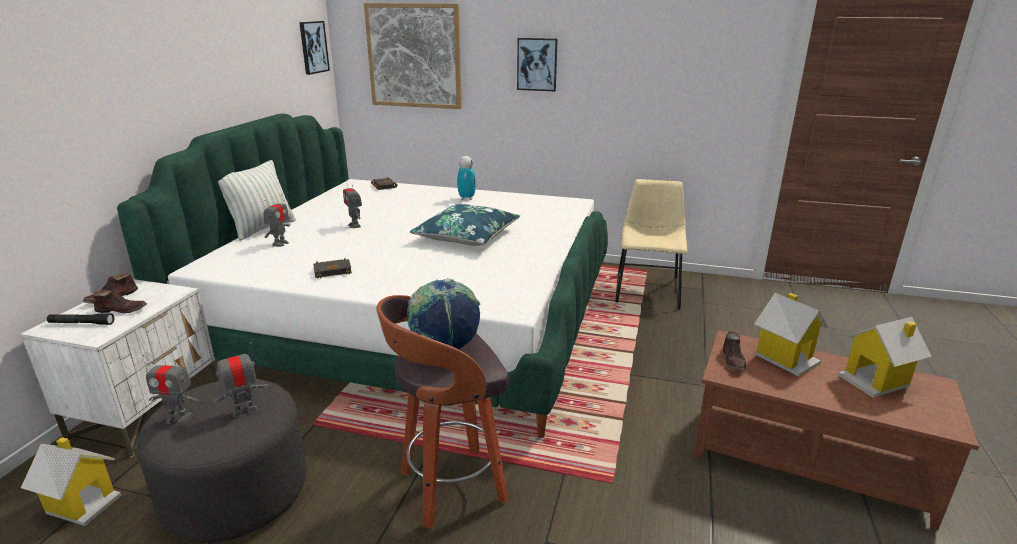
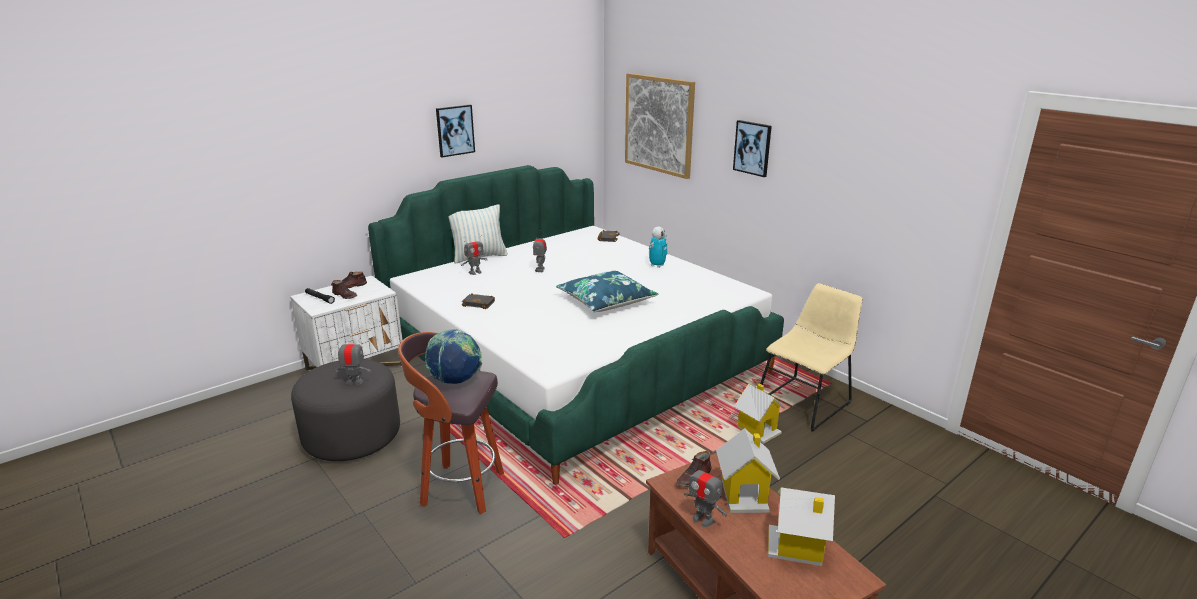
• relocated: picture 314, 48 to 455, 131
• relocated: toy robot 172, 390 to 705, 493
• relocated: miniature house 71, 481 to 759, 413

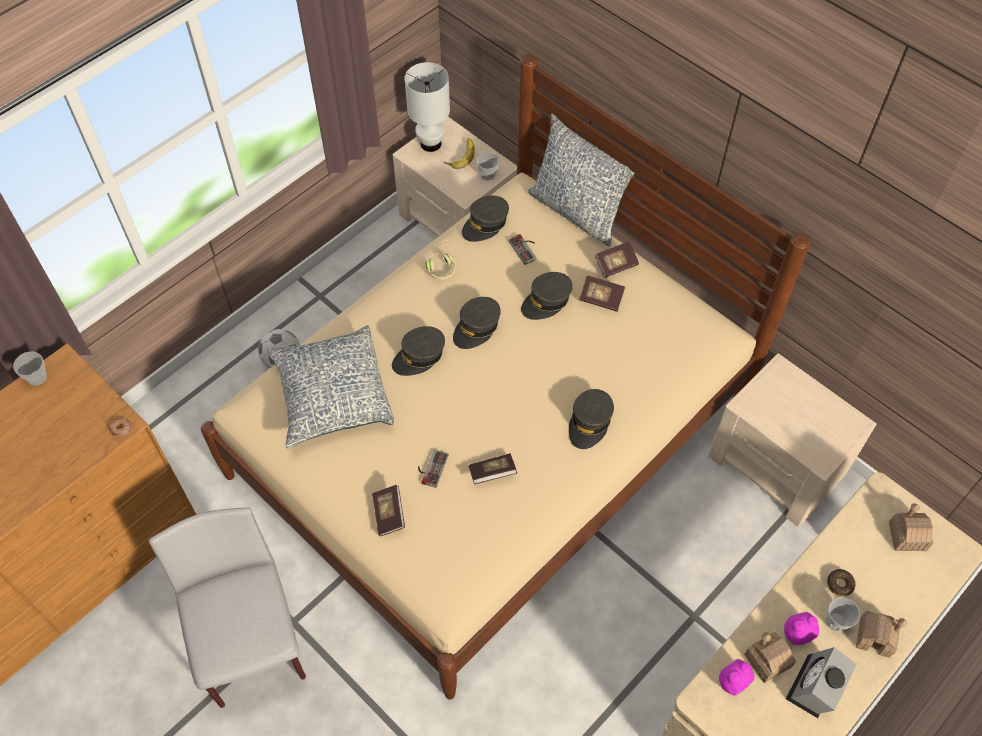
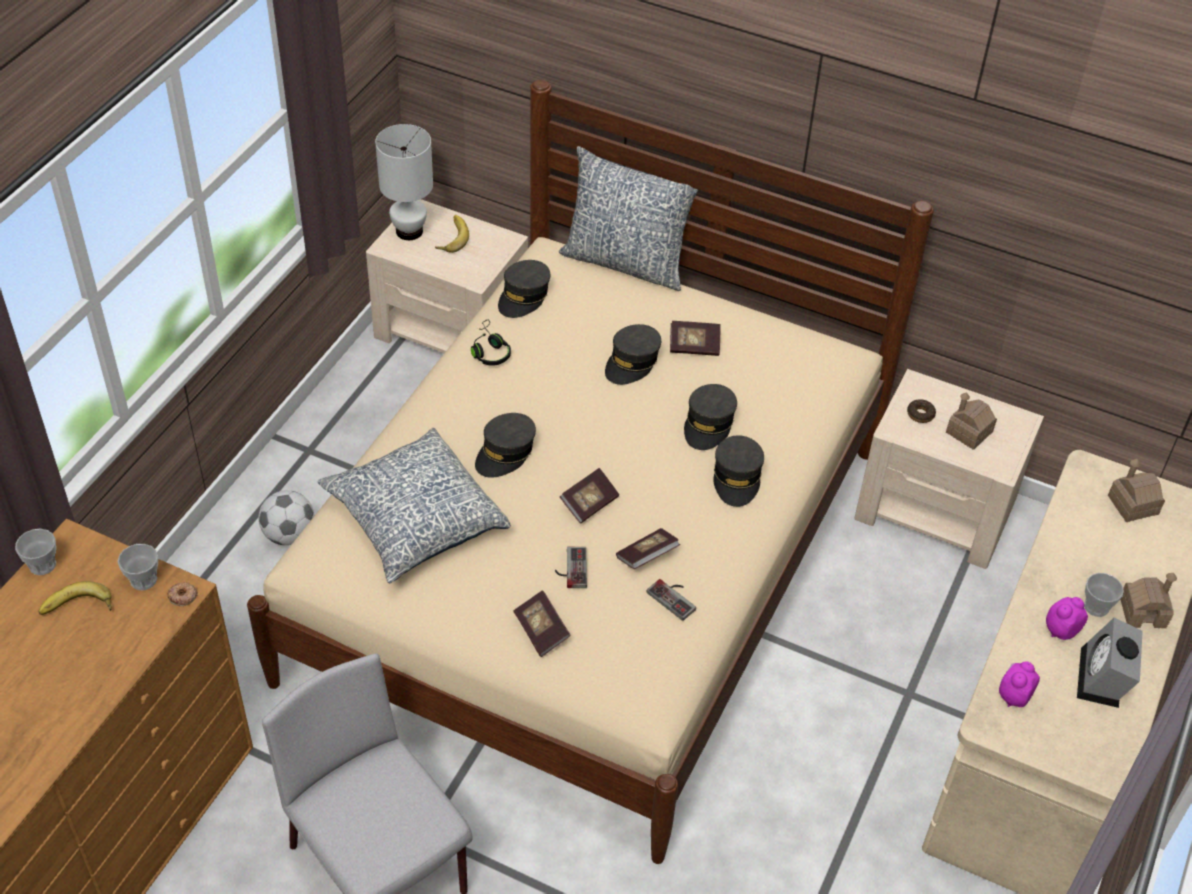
• relocated: cup 487, 166 to 138, 567
• relocated: joypad 523, 249 to 671, 600
• colour: beige-coloured headset 441, 260 to blackish headset 491, 343
• relocated: bound book 617, 259 to 589, 496
• relocated: gray peaked cap 477, 323 to 710, 417
• relocated: donut 841, 582 to 921, 411
• relocated: miniature house 770, 657 to 971, 421
• appeared: banana 75, 598

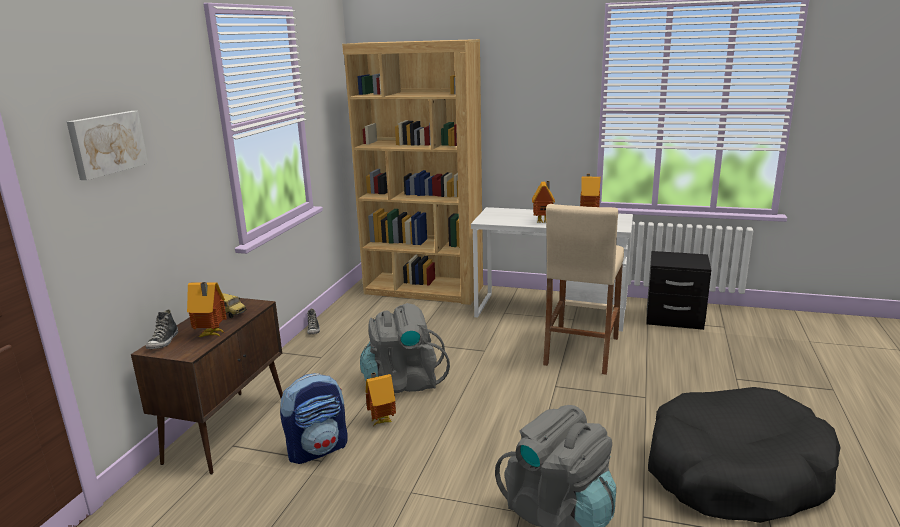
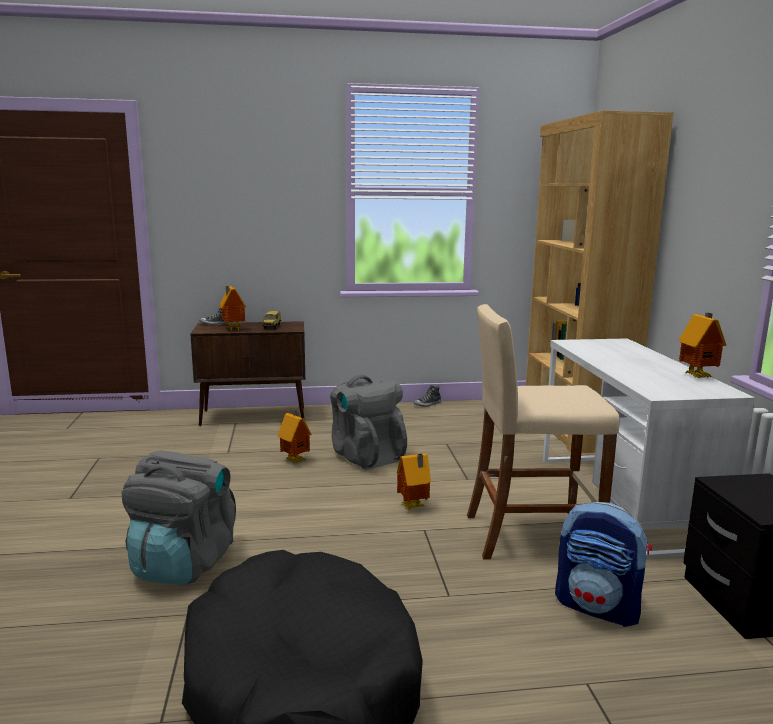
• missing: picture 107, 145
• relocated: miniature house 543, 202 to 414, 481
• relocated: backpack 313, 418 to 603, 564

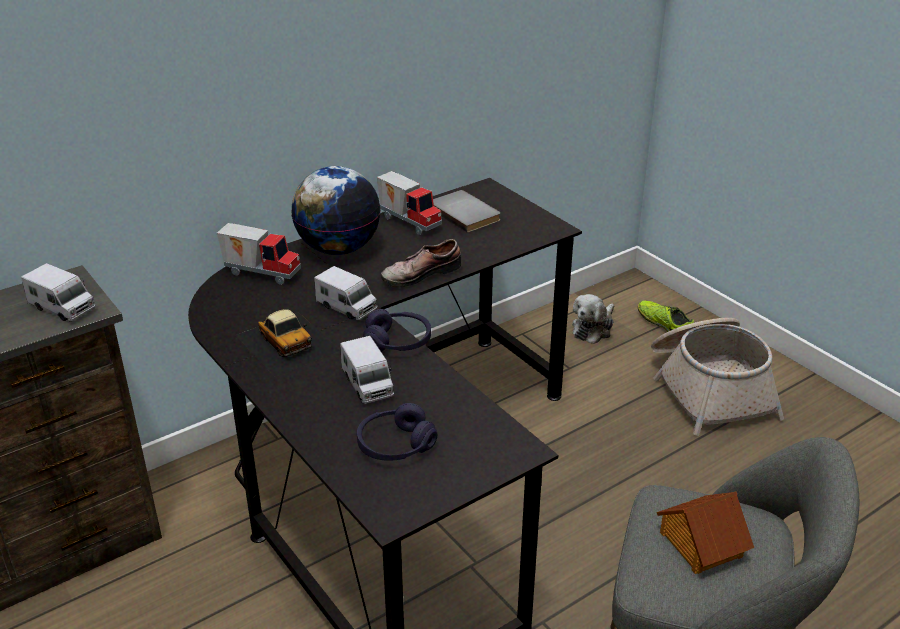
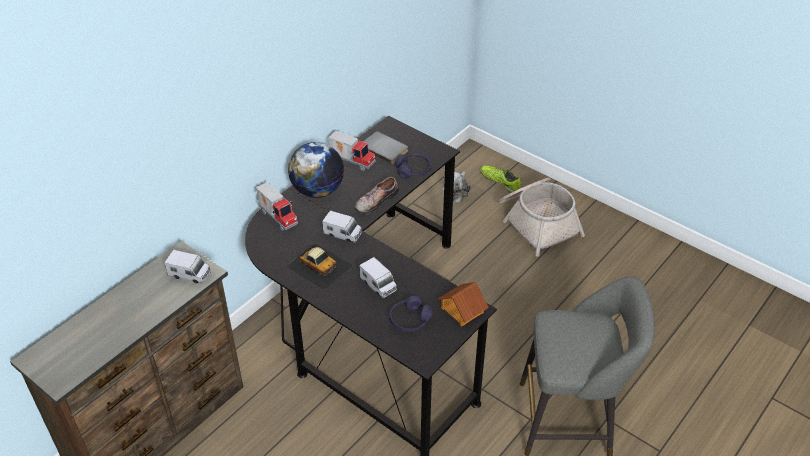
• spun: toy truck 259, 254 = 277, 206 45 degrees clockwise
• relocated: purple-coloured headset 397, 330 to 413, 166
• relocated: miniature house 705, 533 to 463, 304

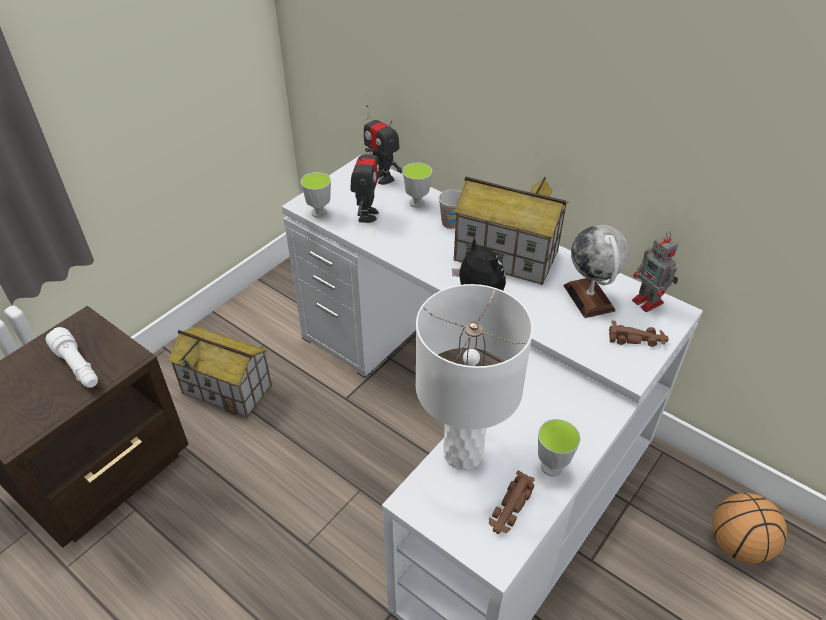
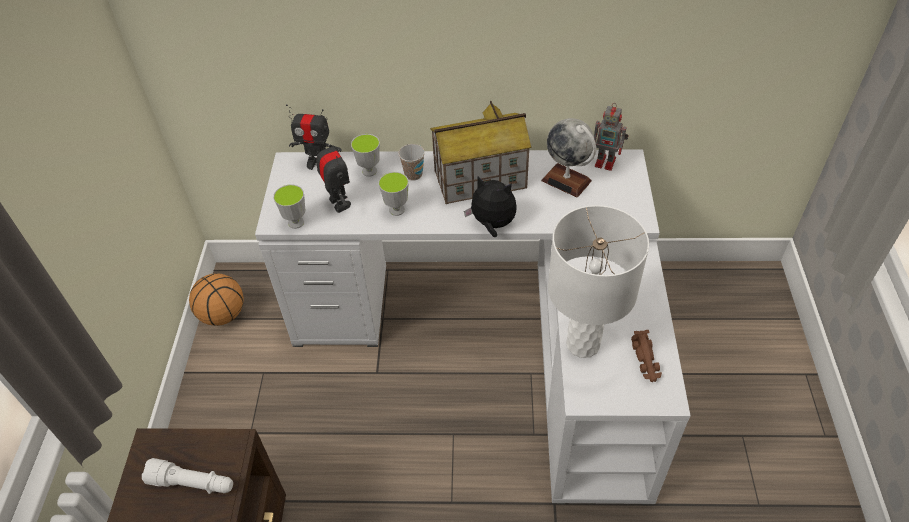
• missing: brown miniature car 639, 334
• missing: miniature house 220, 372
• relocated: cup 559, 447 to 393, 194
• relocated: ball for basketball 749, 528 to 216, 299

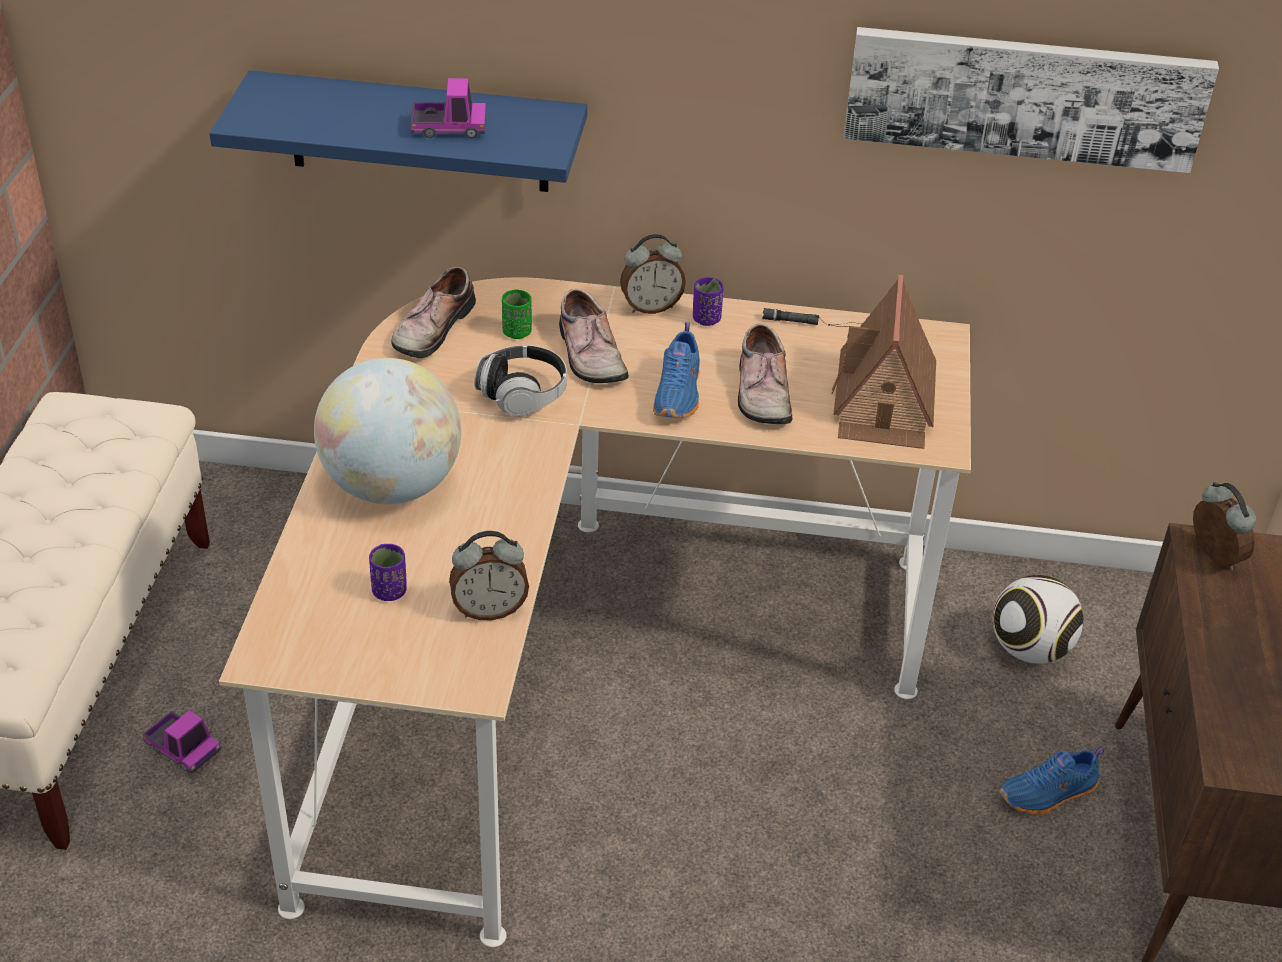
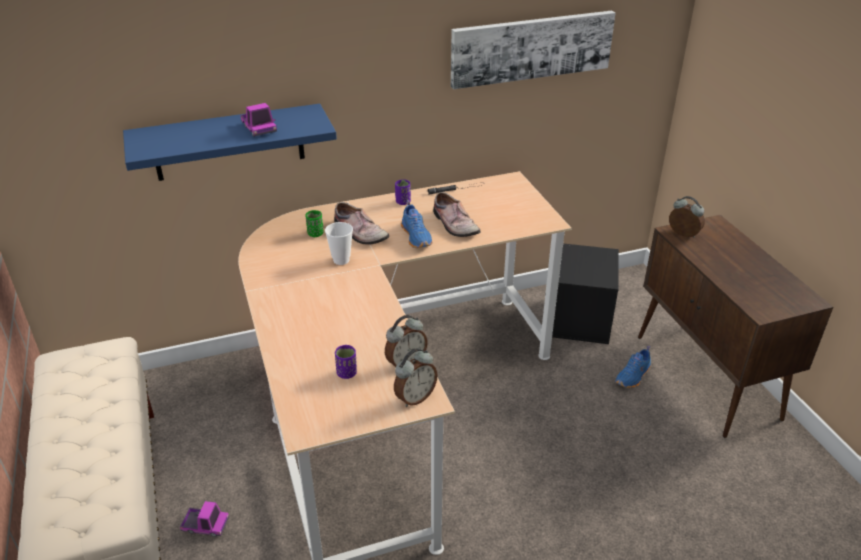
• spun: toy truck 448, 108 = 258, 120 90 degrees clockwise
• relocated: table clock 653, 274 to 416, 377
• missing: shoe 433, 312
• missing: miniature house 883, 362
• exchanged: headset 520, 381 to cup 339, 243
• missing: world globe 387, 431
• exchanged: ball for football 1038, 619 to blackish storage container 585, 293

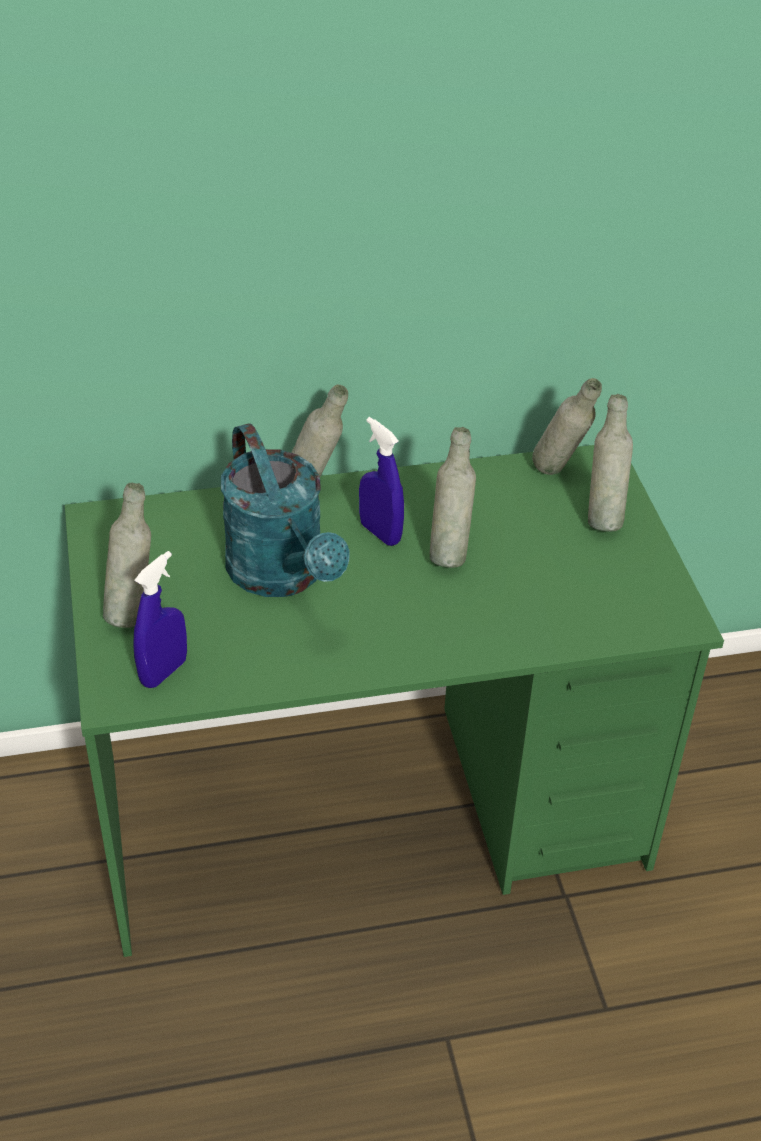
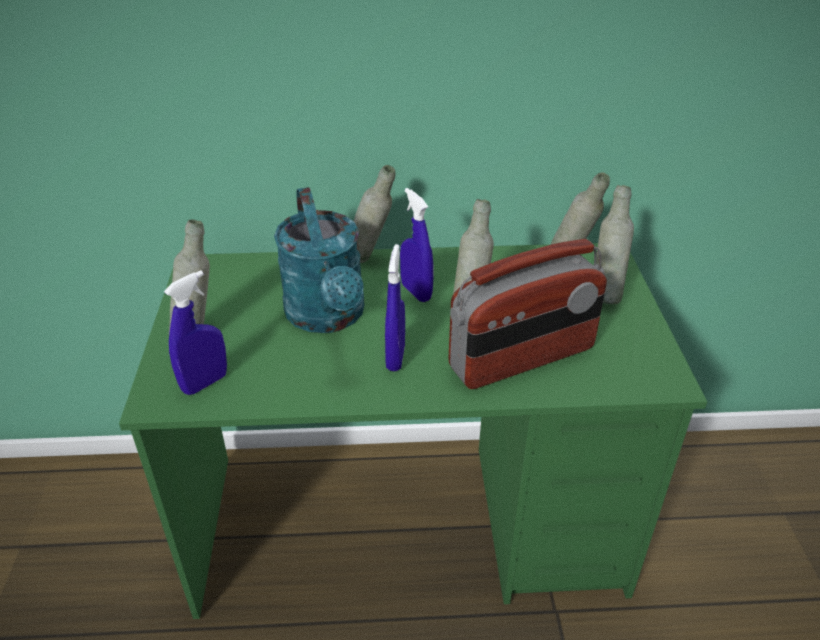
• appeared: radio set 528, 314
• appeared: blue-coloured sprayer 395, 307

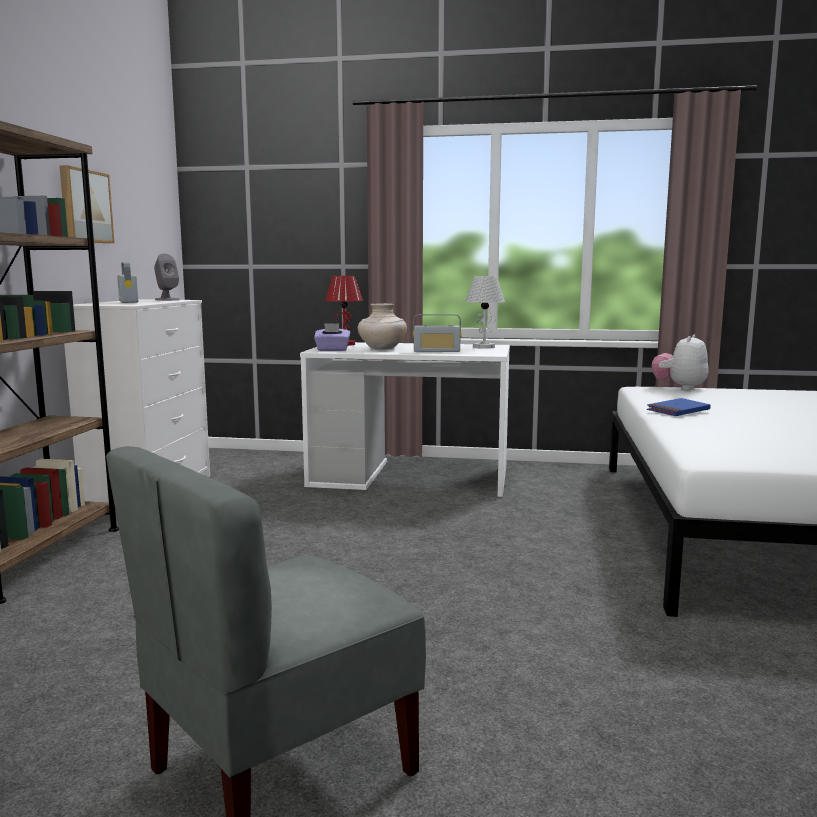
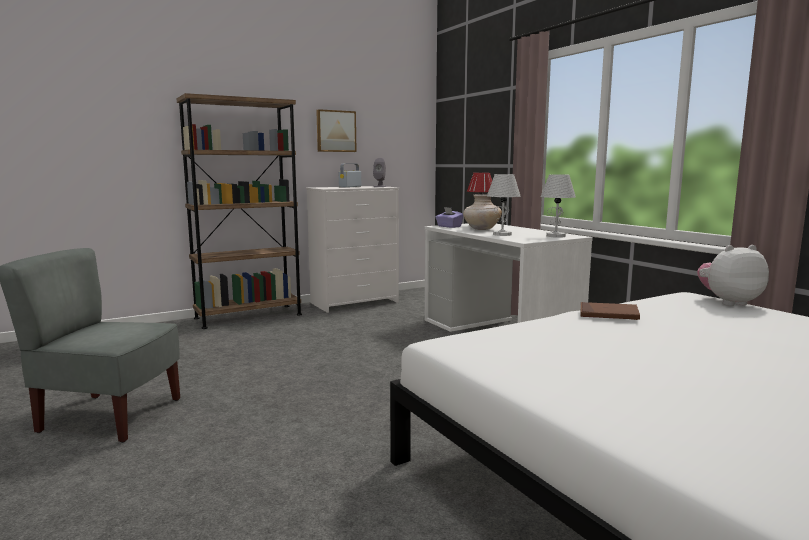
• exchanged: radio set 437, 333 to whitish table lamp 504, 205
• colour: blue-coloured bound book 679, 407 to brown bound book 610, 311

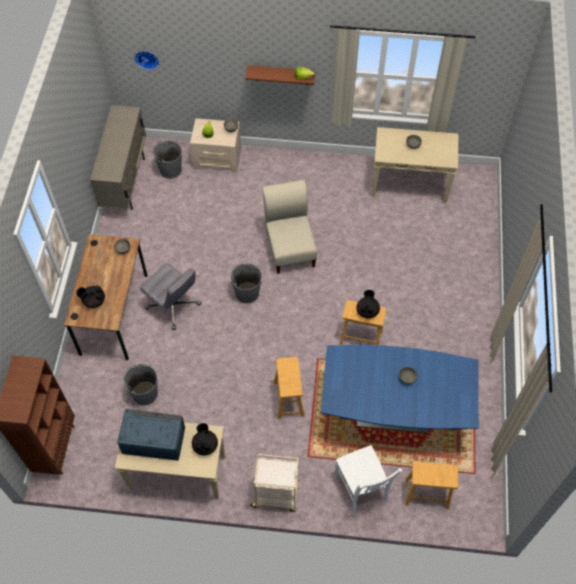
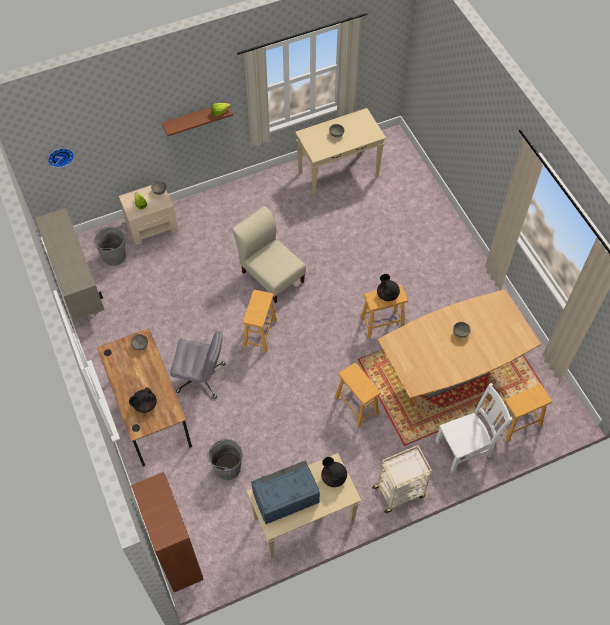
• exchanged: gray bucket 246, 283 to brown stool 260, 321
• colour: blue-coloured dinner table 400, 389 to brown dinner table 459, 344
• spun: whitish plain chair 368, 480 = 474, 428 60 degrees counterclockwise

